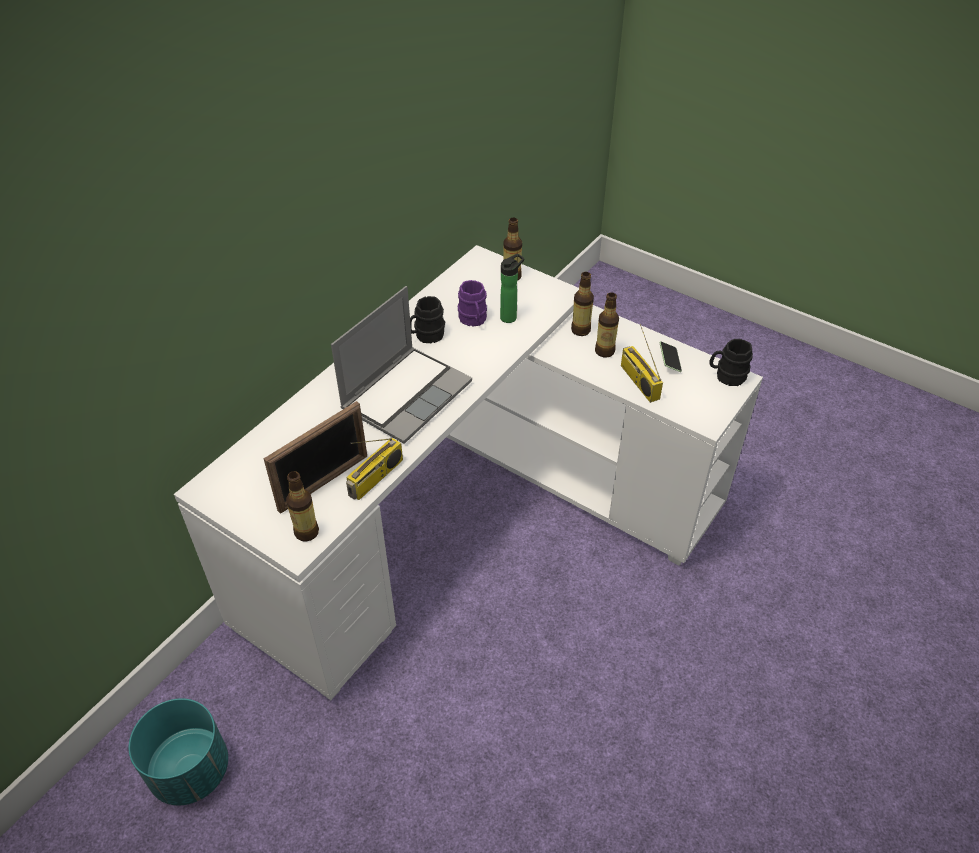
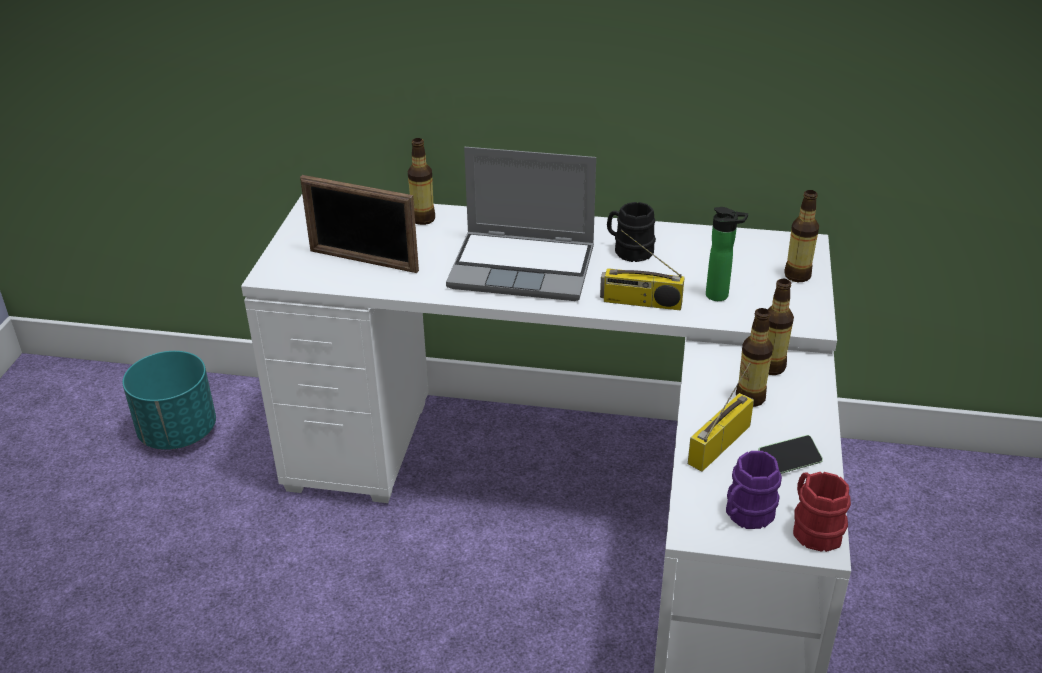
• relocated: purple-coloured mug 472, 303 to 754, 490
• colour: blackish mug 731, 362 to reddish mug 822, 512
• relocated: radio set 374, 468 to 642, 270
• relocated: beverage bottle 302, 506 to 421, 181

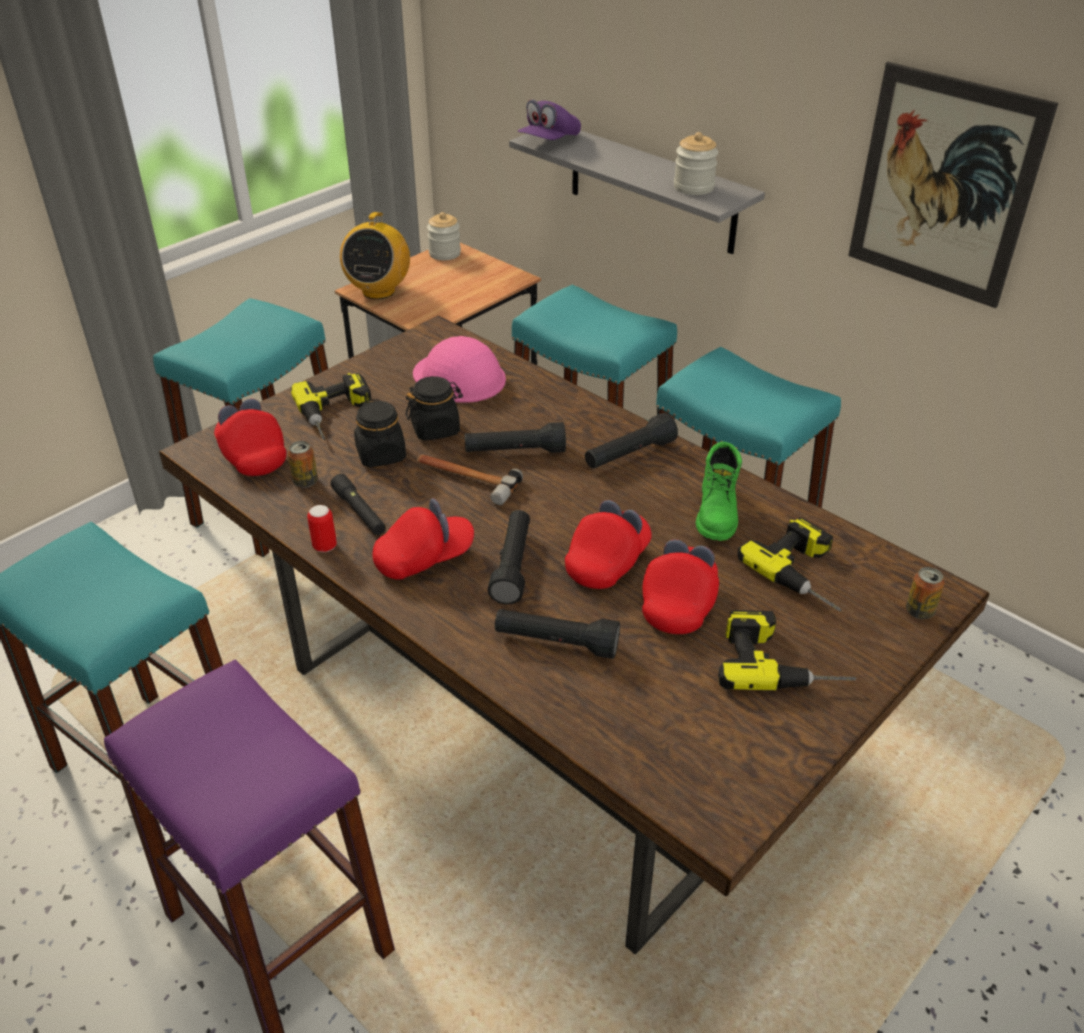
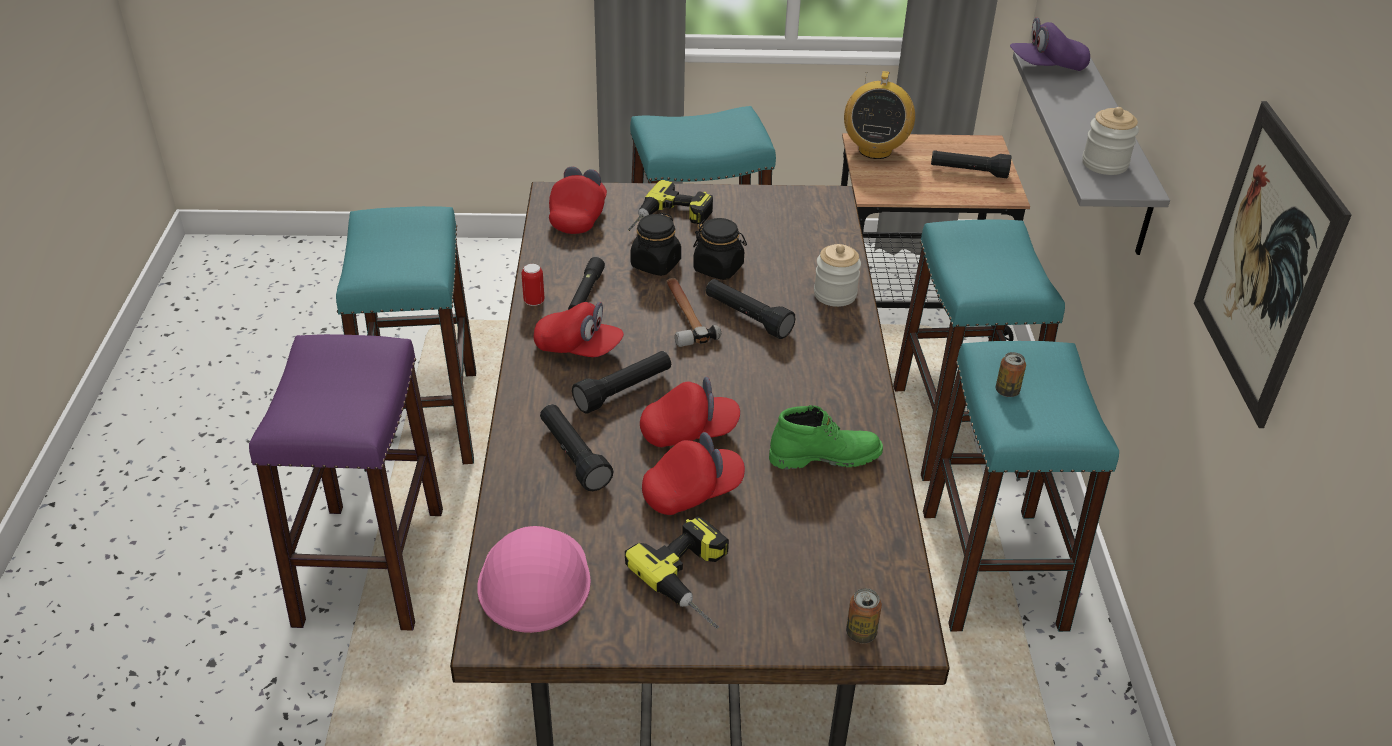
• spun: radio set 375, 255 = 879, 115 45 degrees counterclockwise
• relocated: storage jar 444, 236 to 837, 275
• relocated: pink hard hat 459, 369 to 534, 579
• relocated: blackish hand torch 631, 441 to 971, 164
• relocated: metal can 303, 464 to 1011, 374
• spun: green-coloured boot 719, 491 = 826, 437 150 degrees counterclockwise
• missing: electric drill 789, 564

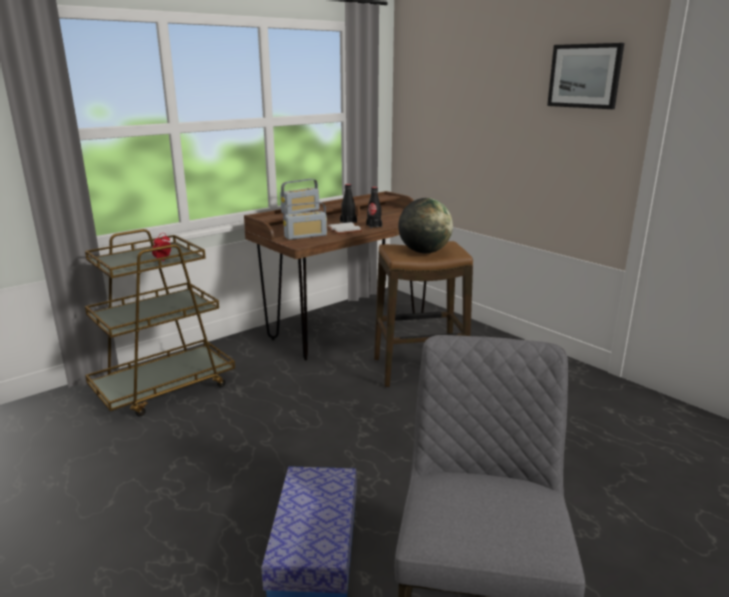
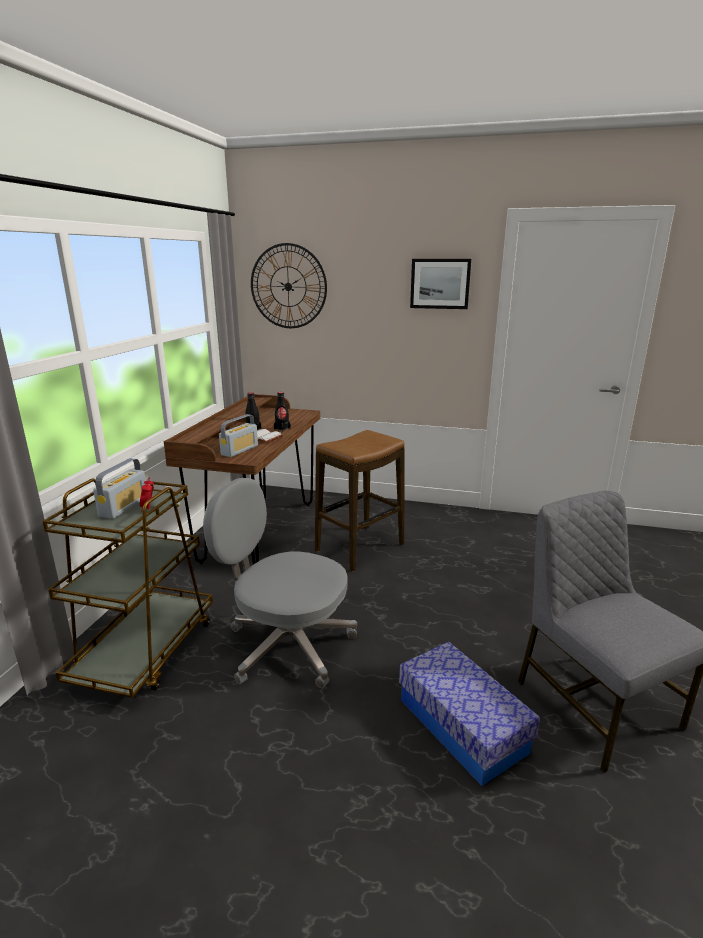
• relocated: radio set 299, 196 to 119, 488
• missing: world globe 425, 225
• appeared: clock on the wall 289, 285
• appeared: gray computer chair 280, 583

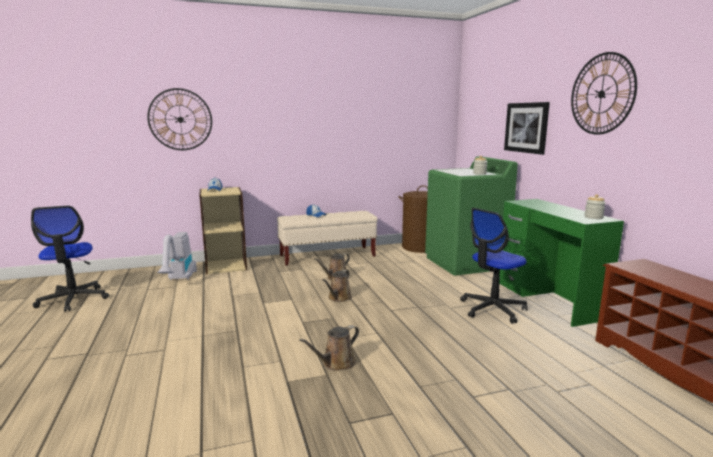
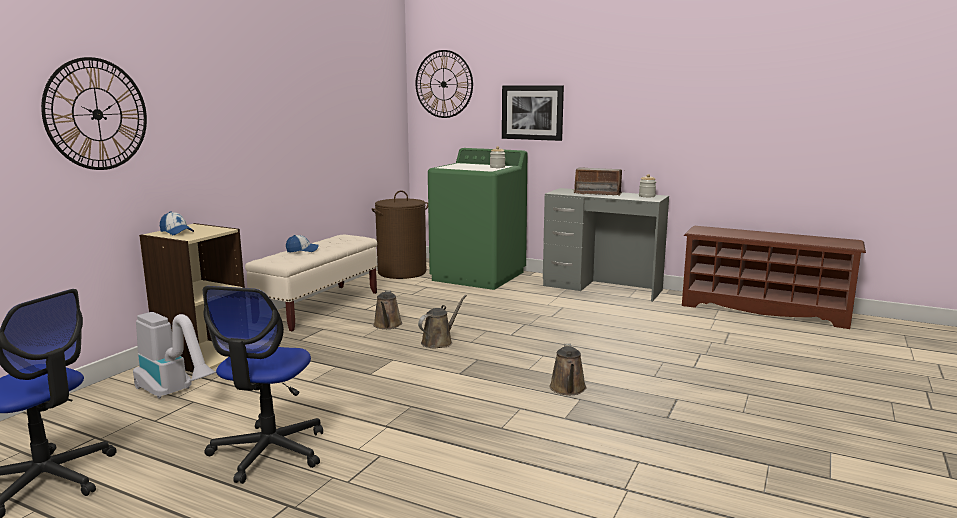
• relocated: clock on the wall 604, 93 to 444, 84
• colour: green-coloured desk 561, 263 to gray desk 606, 245
• relocated: computer chair 494, 266 to 263, 385
• spun: brown watering can 337, 286 = 442, 321 120 degrees counterclockwise
• appeared: radio set 599, 181

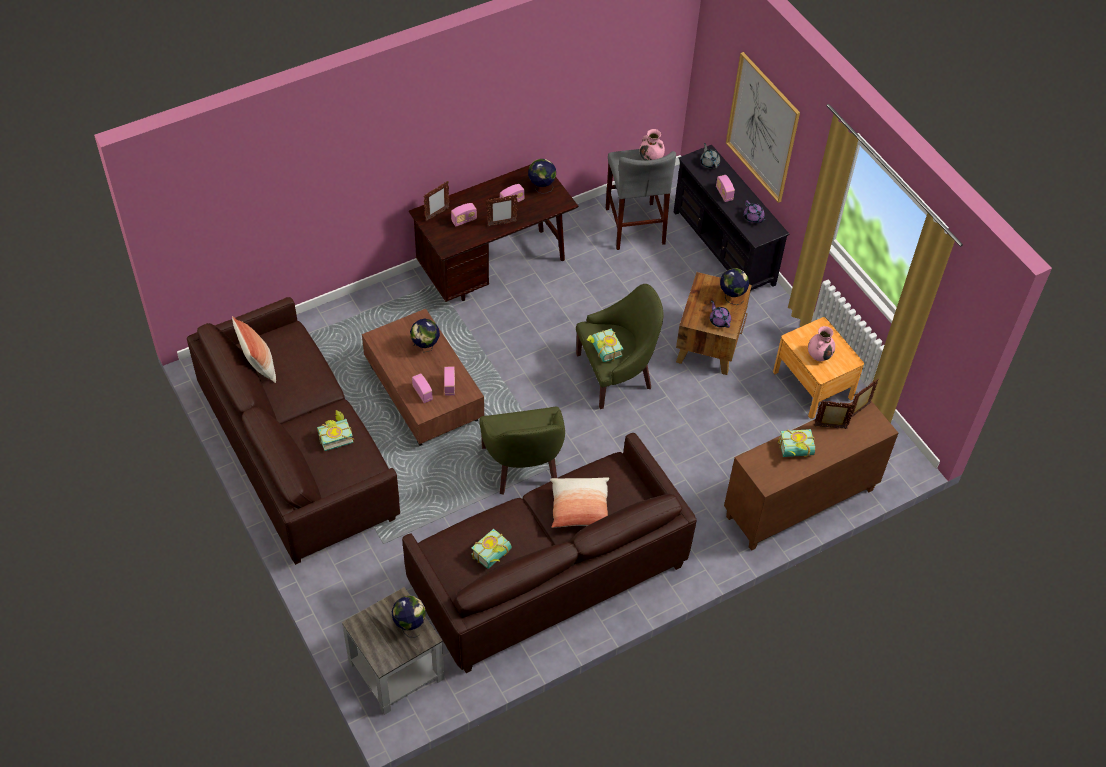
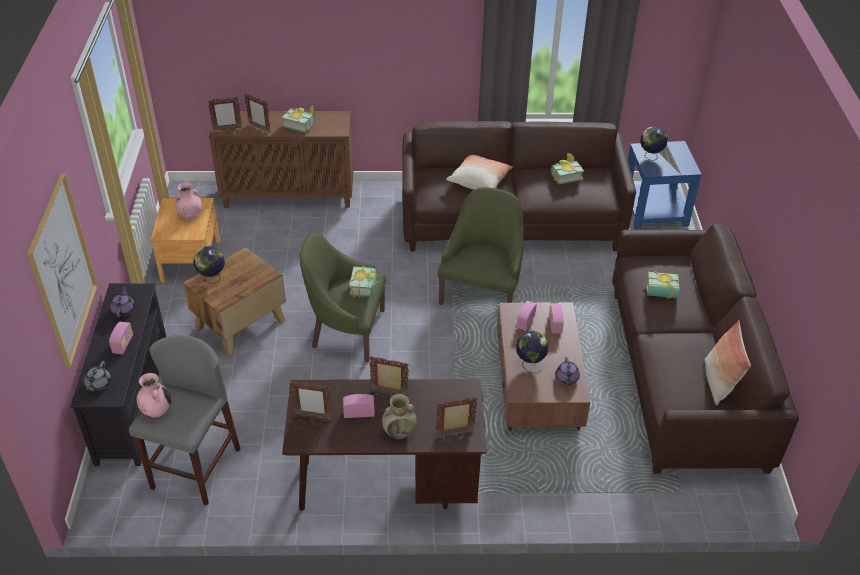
• exchanged: world globe 542, 176 to standing frame 311, 401
• missing: radio set 464, 215
• relocated: purple-coloured teapot 720, 314 to 567, 371
• colour: gray side table 393, 651 to blue-coloured side table 665, 185
• appeared: beige-coloured flower vase 399, 416

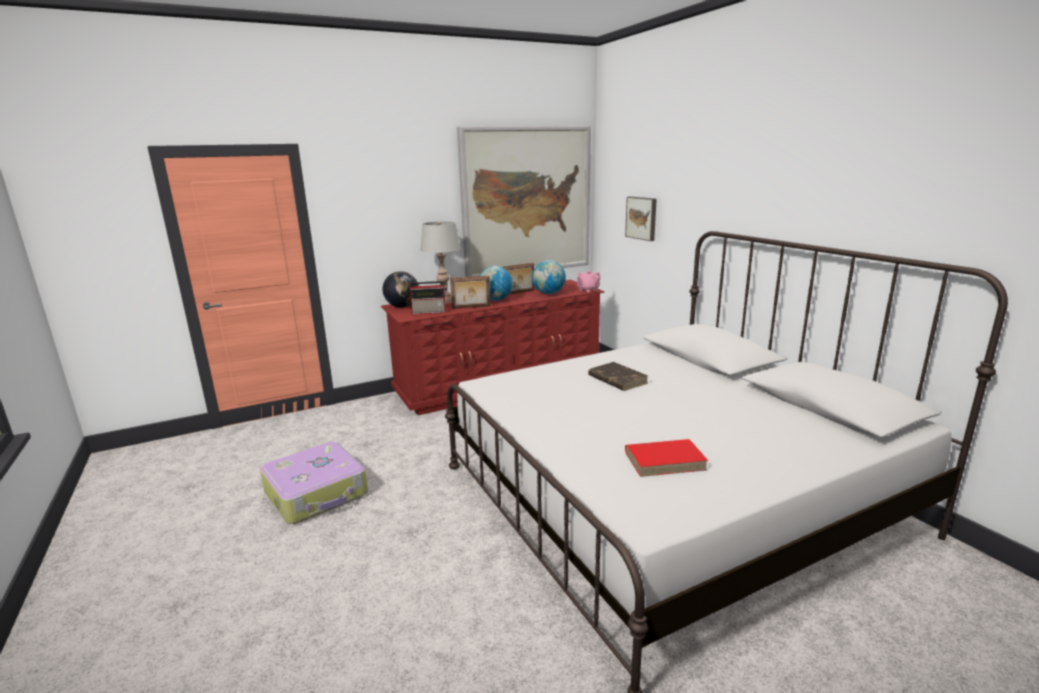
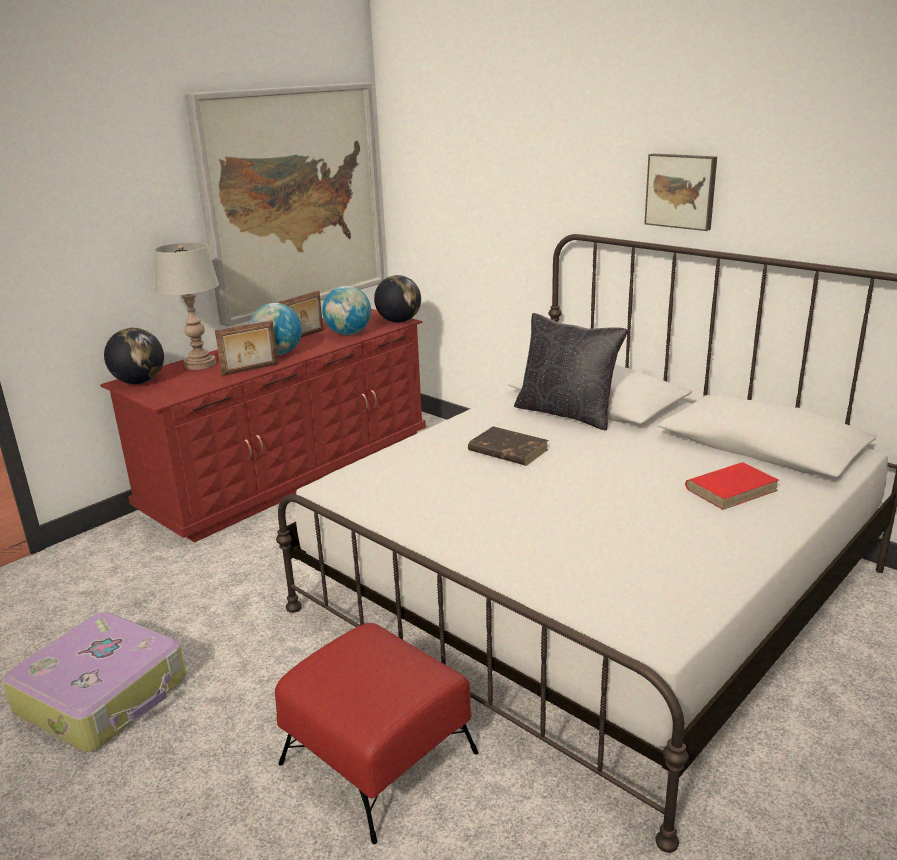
• relocated: picture 641, 219 to 680, 192
• exchanged: pink teapot 588, 281 to world globe 397, 299
• missing: radio set 428, 297
• relocated: reddish bound book 666, 458 to 732, 486
• appeared: blackish cushion 571, 372
• appeared: reddish pouffe 377, 733

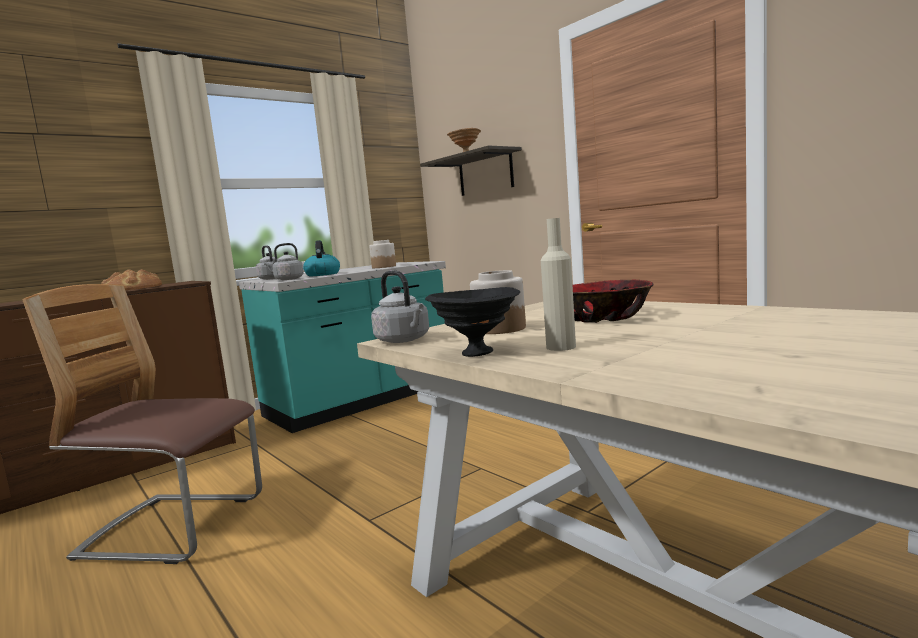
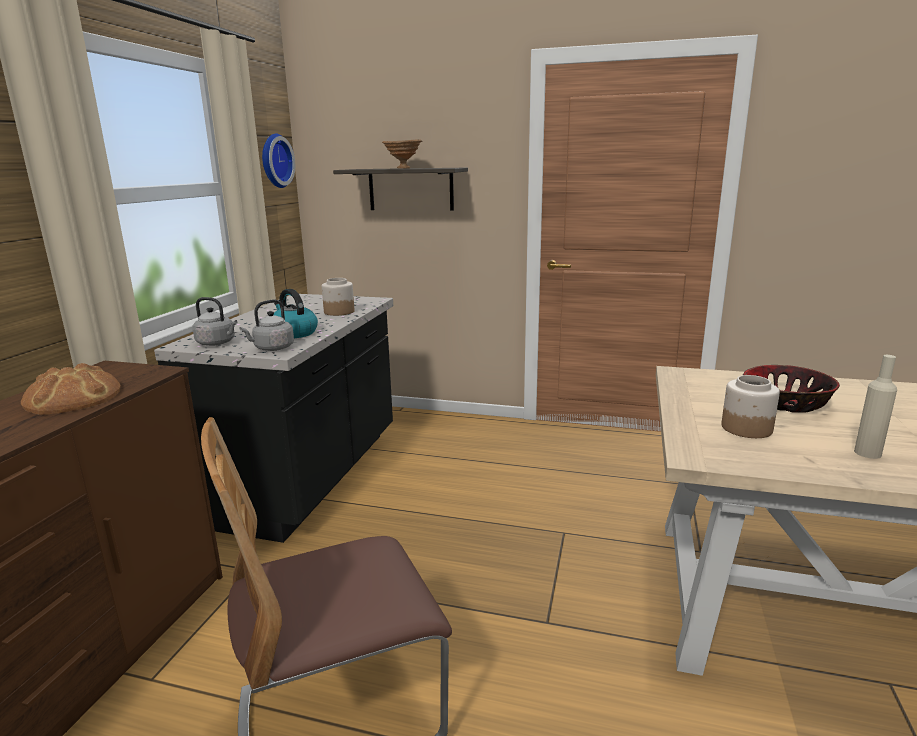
• colour: turquoise kitchen counter 342, 347 to blackish kitchen counter 273, 418
• missing: gray water kettle 400, 307
• missing: blackish serving bowl 472, 322
• appeared: clock on the wall 278, 161

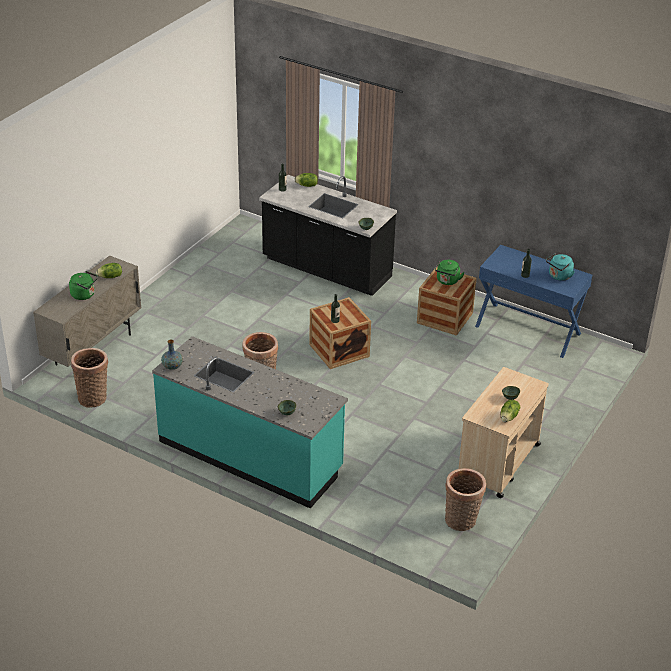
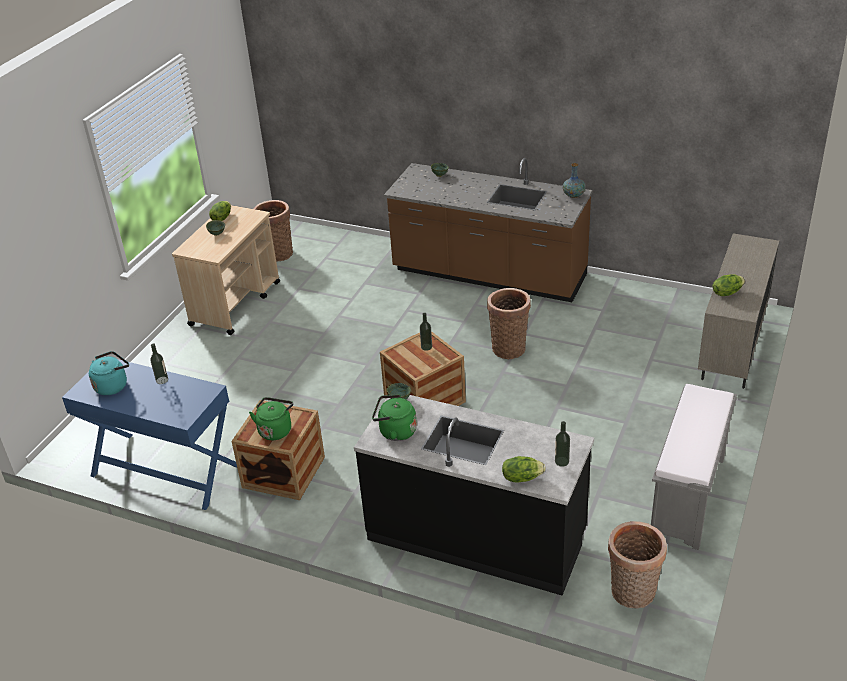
• relocated: green-coloured water kettle 83, 285 to 394, 418
• colour: turquoise kitchen counter 250, 422 to brown kitchen counter 488, 230
• relocated: storage basket 89, 378 to 637, 565
• appeared: gray indoor bench 694, 467

